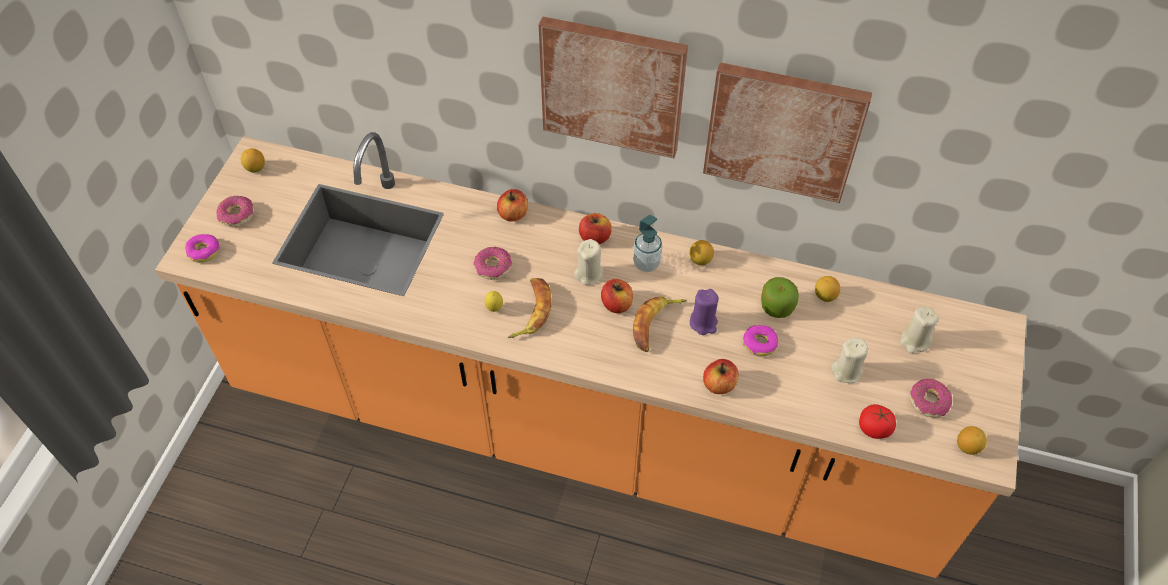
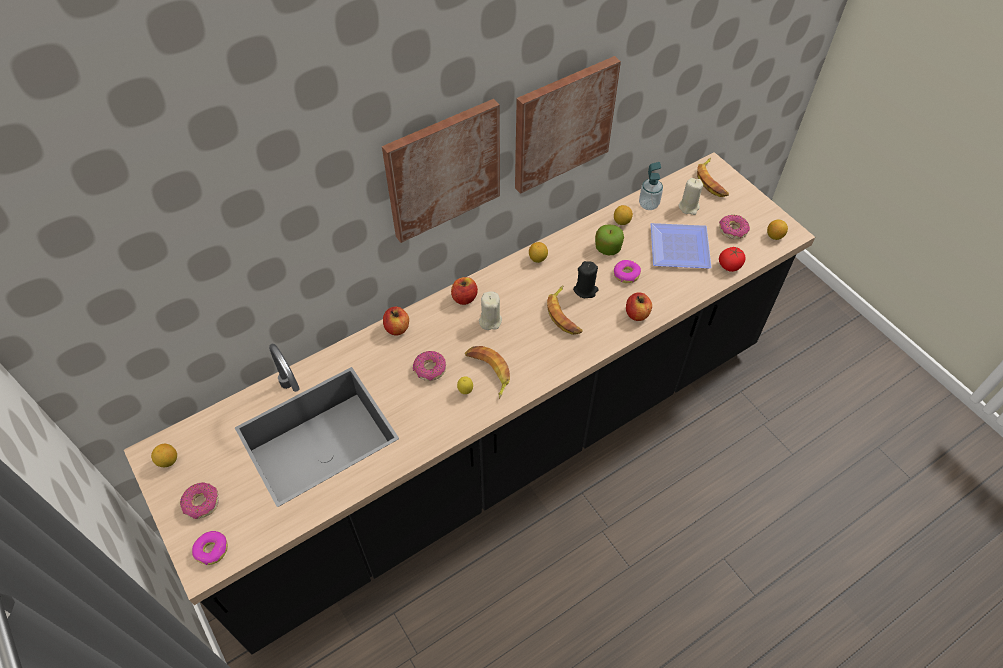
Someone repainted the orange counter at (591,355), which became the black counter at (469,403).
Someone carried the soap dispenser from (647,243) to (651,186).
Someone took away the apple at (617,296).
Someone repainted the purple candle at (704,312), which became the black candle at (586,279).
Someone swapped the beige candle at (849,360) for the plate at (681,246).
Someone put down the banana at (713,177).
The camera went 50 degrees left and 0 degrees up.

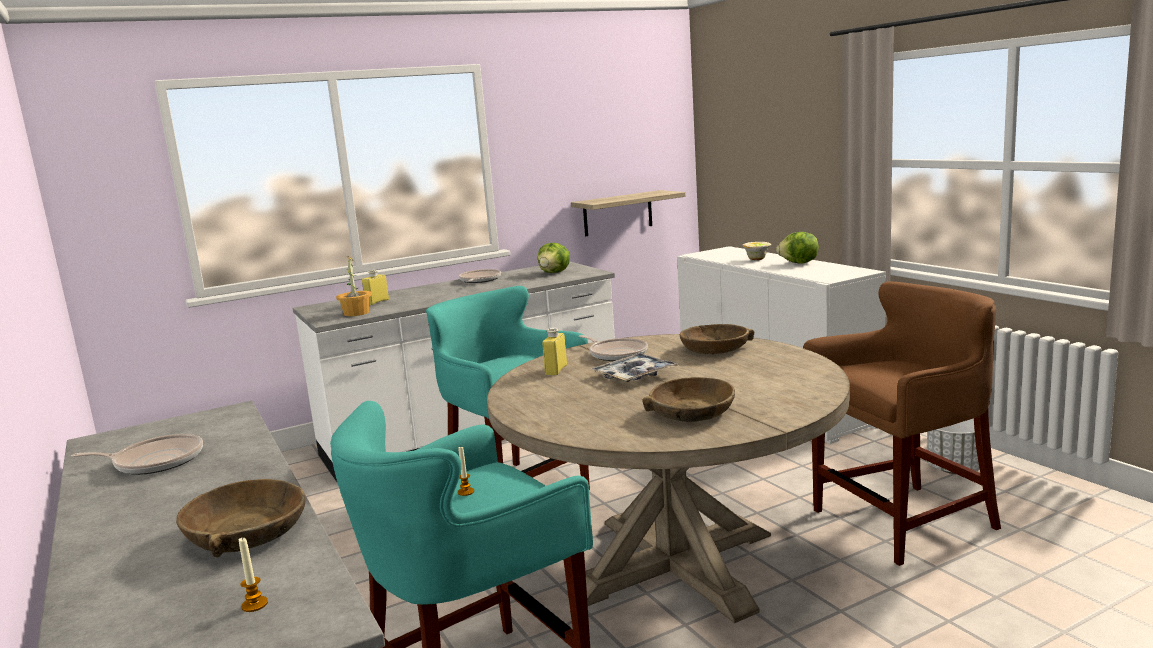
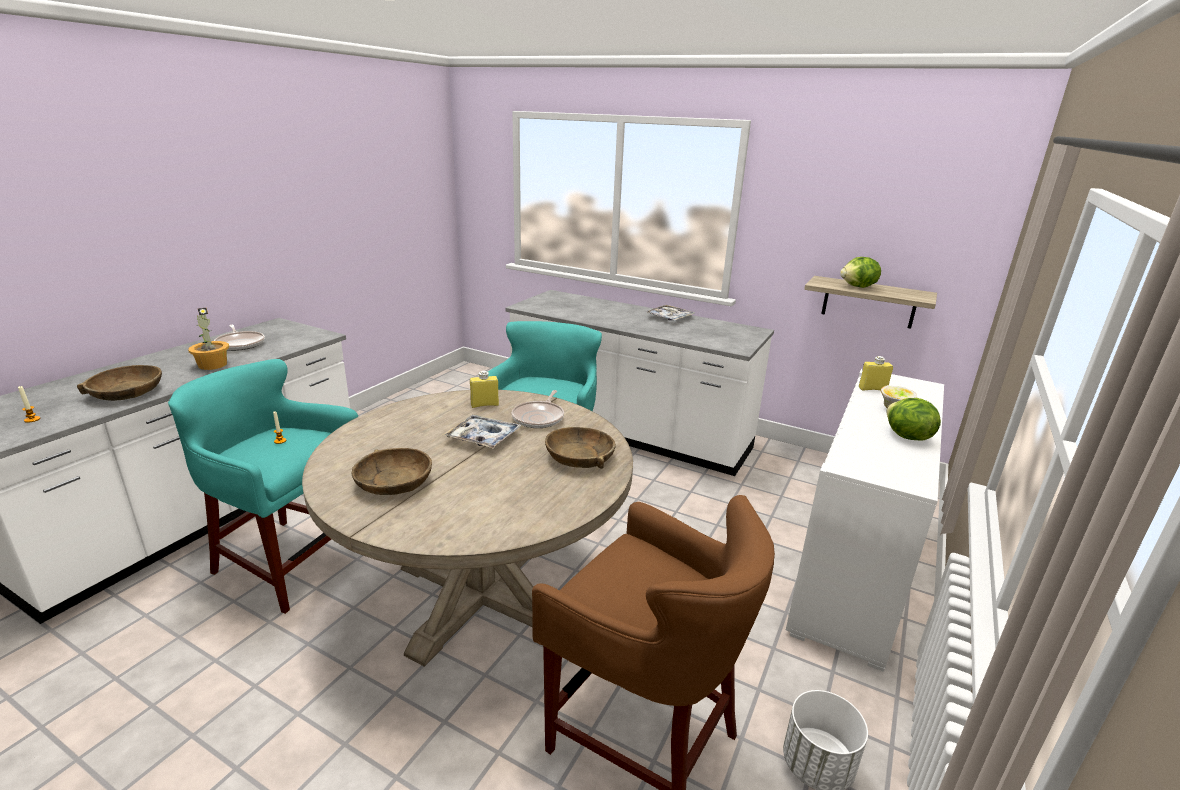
Someone carried the lettuce from (554,258) to (860,272).
Someone carried the potted plant from (354,286) to (208,339).
Someone swapped the frying pan at (480,276) for the tray at (670,312).
Someone carried the yellow bottle from (375,287) to (876,373).
The camera went 55 degrees right and 10 degrees up.

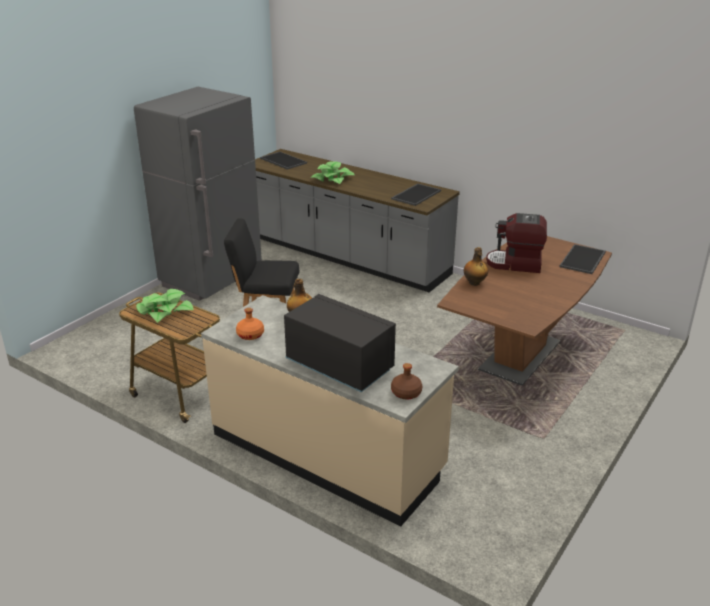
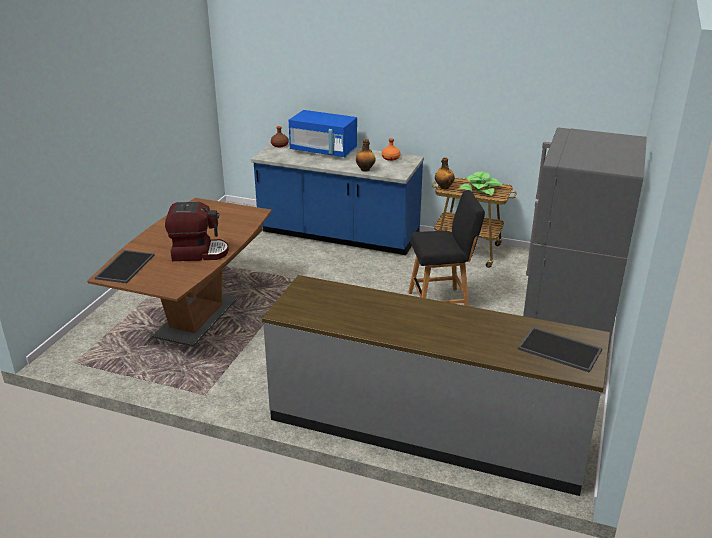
Someone took away the potted plant at (333,172).
Someone took away the tray at (416,195).
Someone carried the bottle from (476,266) to (445,173).
Someone repainted the black microwave at (340,343), which became the blue microwave at (323,133).
Someone repainted the beige counter at (330,411), which became the blue counter at (337,198).
The camera went 165 degrees right and 0 degrees up.

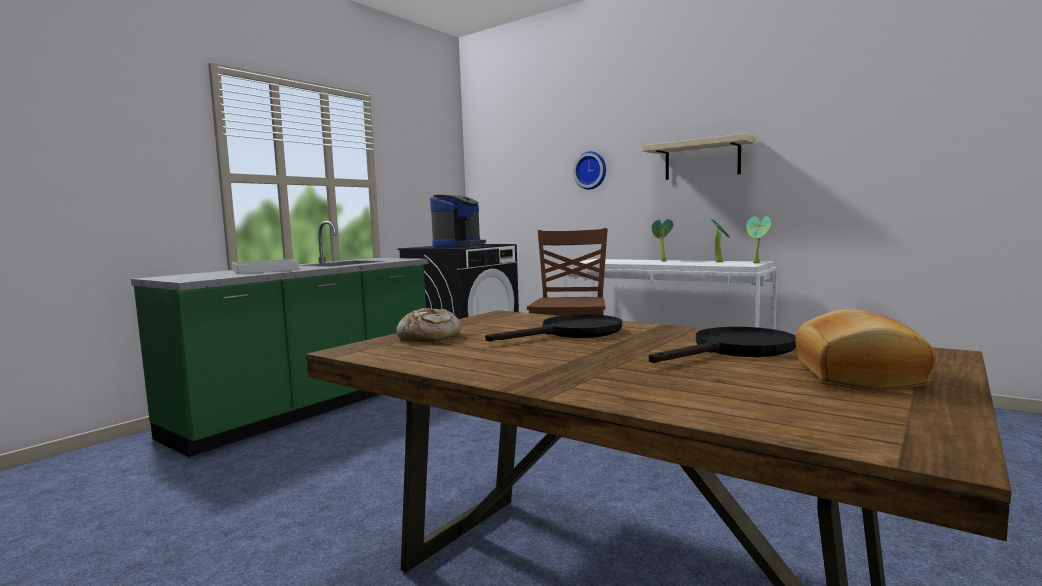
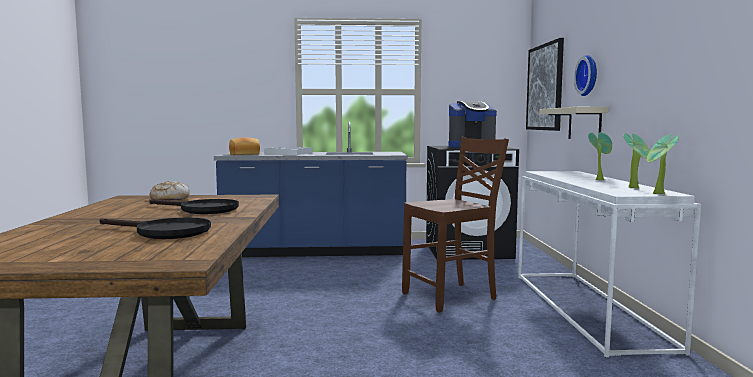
Someone carried the beige shelf from (698,157) to (573,123).
Someone repainted the green counter at (279,339), which became the blue counter at (311,189).
Someone carried the bread from (865,349) to (244,146).
Someone put up the picture at (545,84).
The camera went 50 degrees right and 0 degrees up.

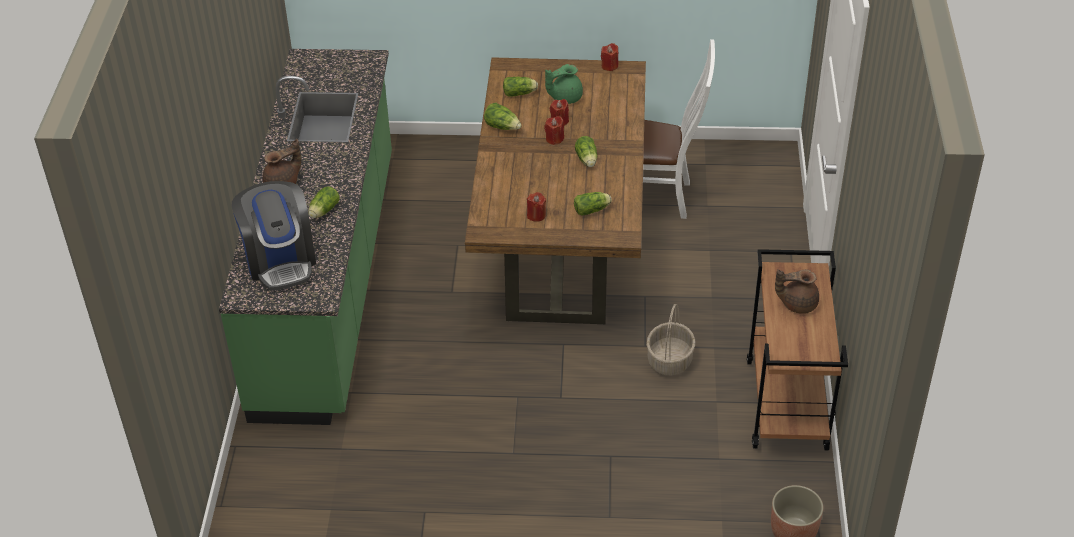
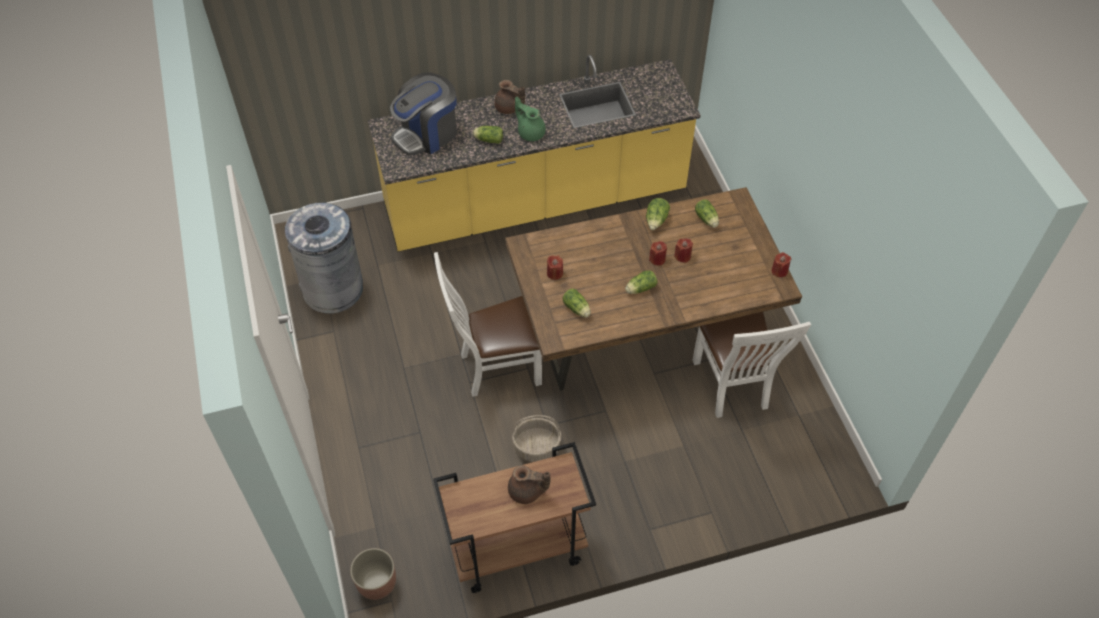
Someone repainted the green counter at (305,237), which became the yellow counter at (534,153).
Someone carried the green teapot from (564,84) to (530,119).
Someone rotated the brown teapot at (797,291) by 120 degrees clockwise.
Someone put down the grey trash can at (324,258).
Someone put down the white chair at (488,324).
The camera went 70 degrees right and 10 degrees up.

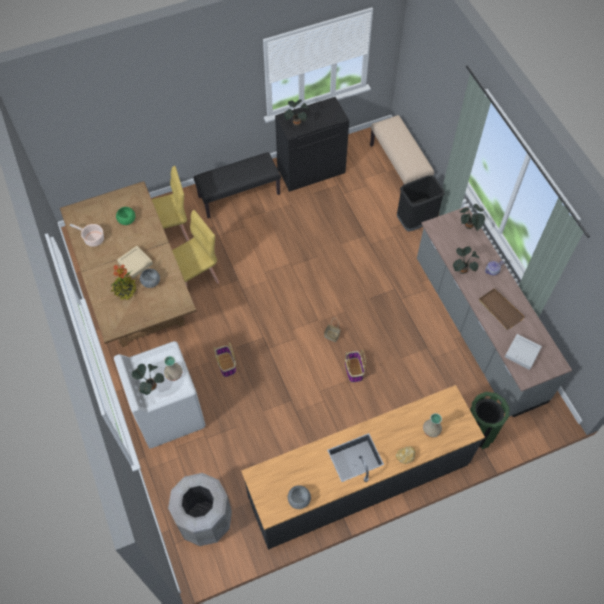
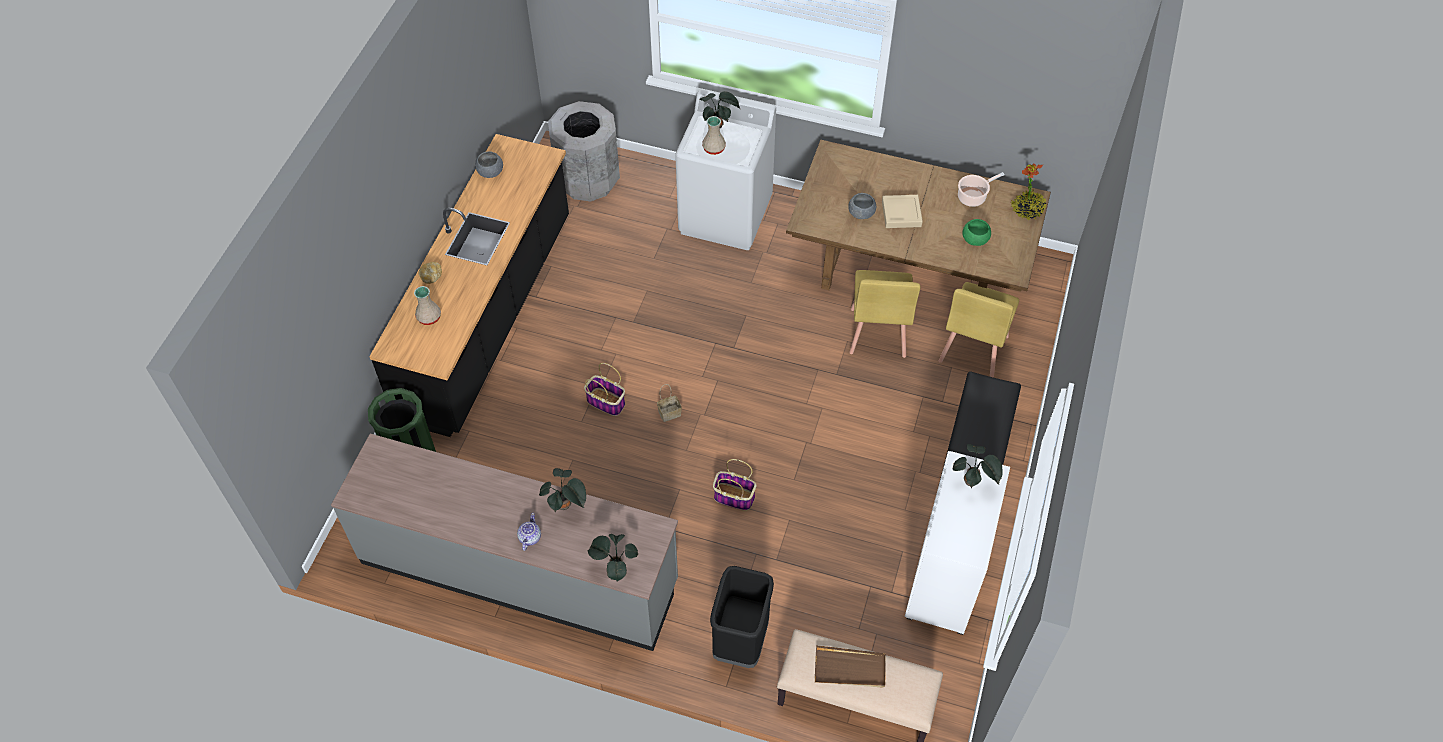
Someone repainted the black cabinet at (312,144), which became the white cabinet at (957,543).
Someone carried the potted plant from (124,282) to (1029,191).
Someone carried the brown tray from (502,309) to (850,666).
Someone took away the grey tray at (523,352).
Someone carried the basket from (225,359) to (735,485).
The camera went 130 degrees right and 5 degrees down.

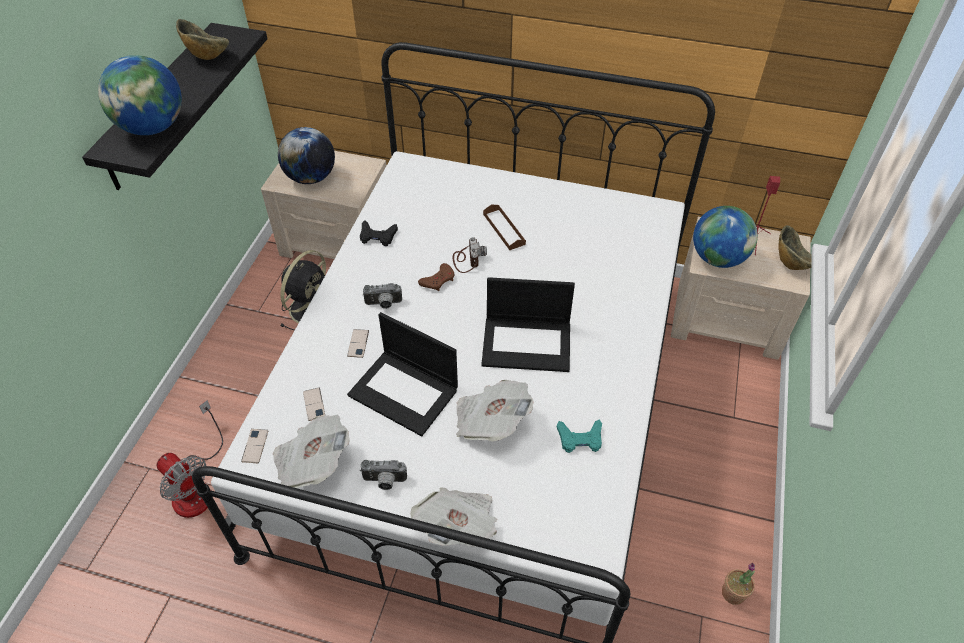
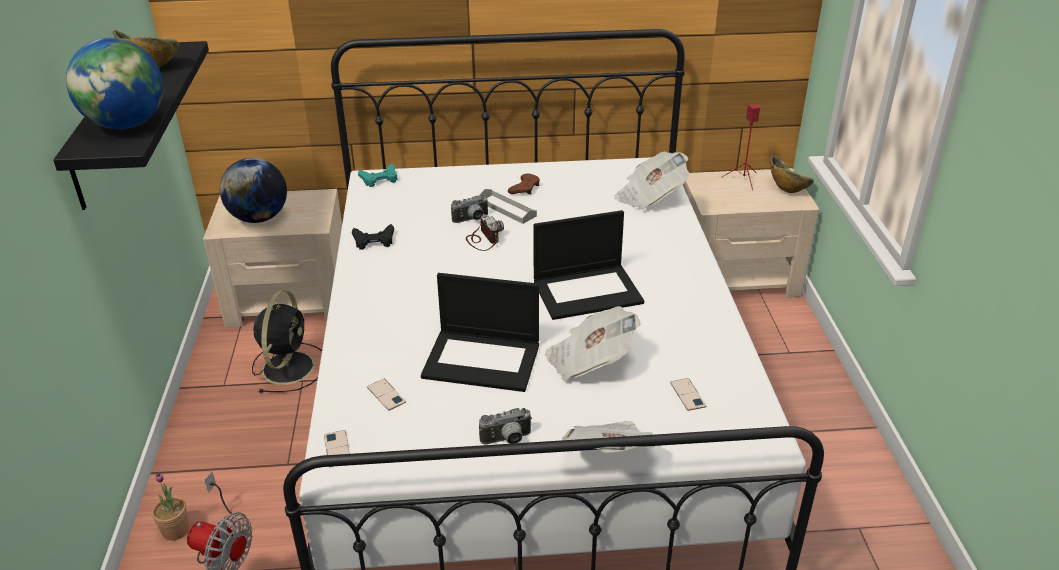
Someone repainted the brown tray at (504,227), which became the grey tray at (508,206).
Someone took away the globe at (725,237).
Someone carried the brown game controller from (436,277) to (524,184).
Someone carried the photo camera from (382,296) to (470,209).
Someone carried the phone from (358,343) to (688,394).
Someone carried the newspaper from (311,451) to (651,181).
Someone carried the turquoise game controller from (579,436) to (378,175).
Someone carried the potted plant from (738,584) to (170,506).
The camera went 20 degrees left and 15 degrees down.

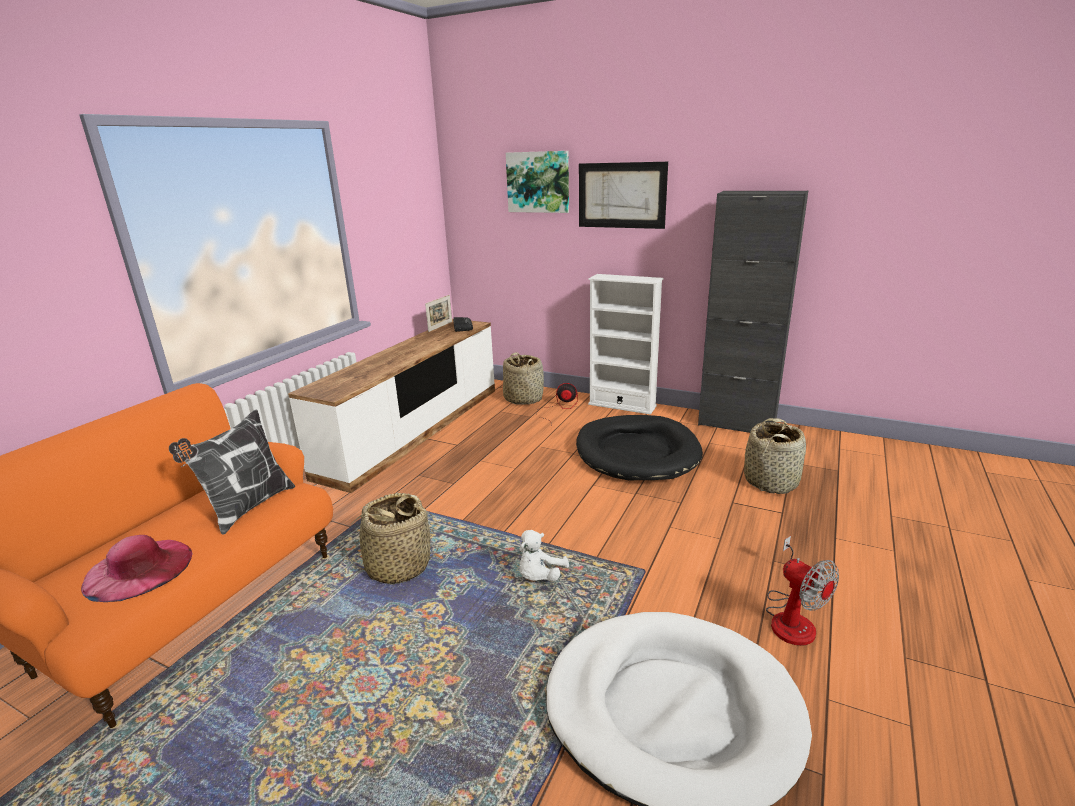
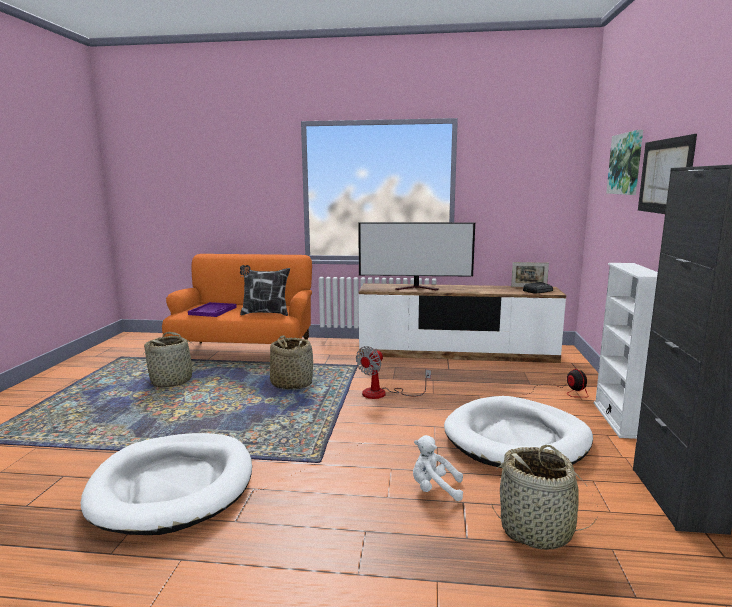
Someone carried the basket from (523,378) to (172,360).
Someone repainted the black dog bed at (639,447), which became the white dog bed at (518,432).
Someone carried the white plush toy from (544,555) to (438,468).
Someone swapped the pink hat at (137,568) for the purple tray at (212,309).
Someone carried the fan from (802,591) to (393,372).
Someone put down the television at (416,256).
The camera went 70 degrees right and 10 degrees down.

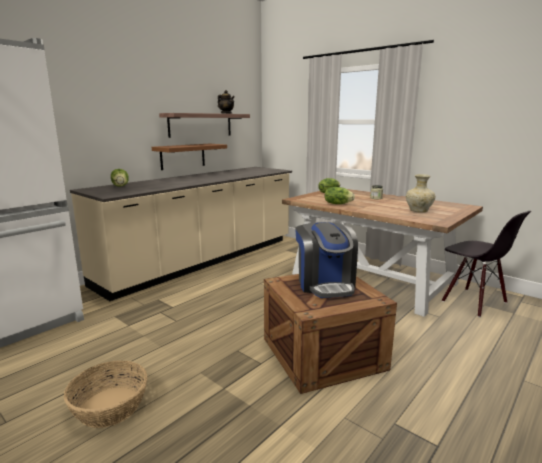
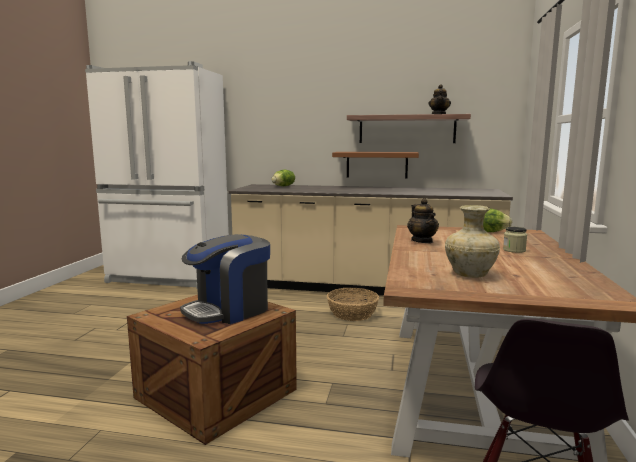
Someone swapped the lettuce at (340,195) for the teapot at (423,220).
Someone carried the basket from (105,394) to (353,304).
The camera went 60 degrees right and 5 degrees down.

